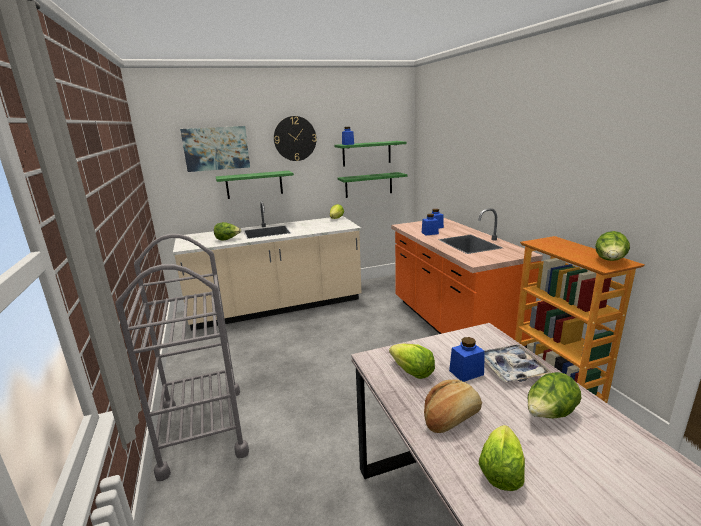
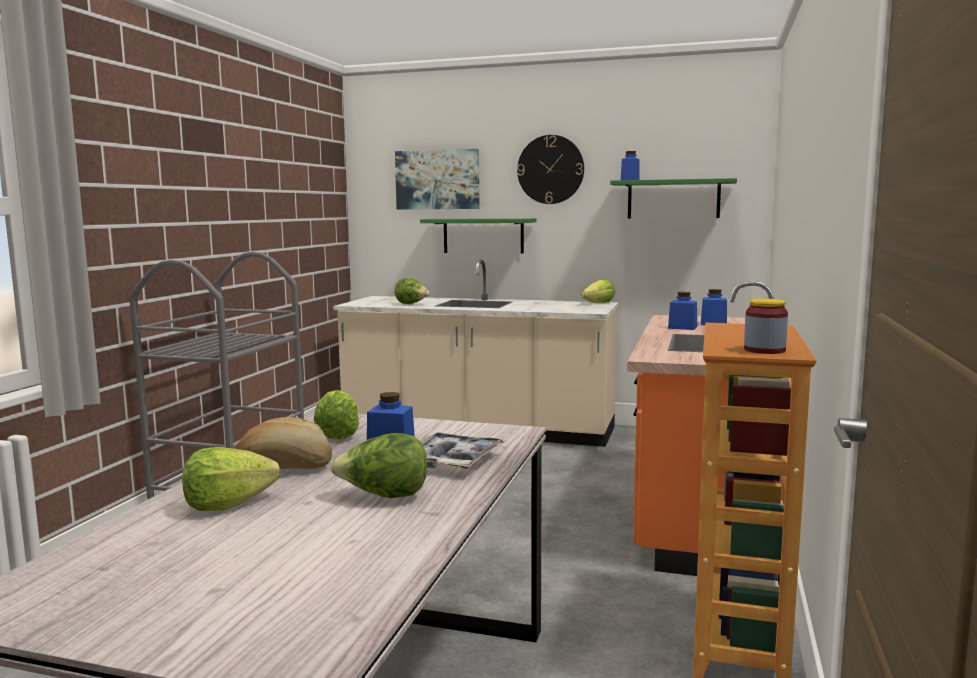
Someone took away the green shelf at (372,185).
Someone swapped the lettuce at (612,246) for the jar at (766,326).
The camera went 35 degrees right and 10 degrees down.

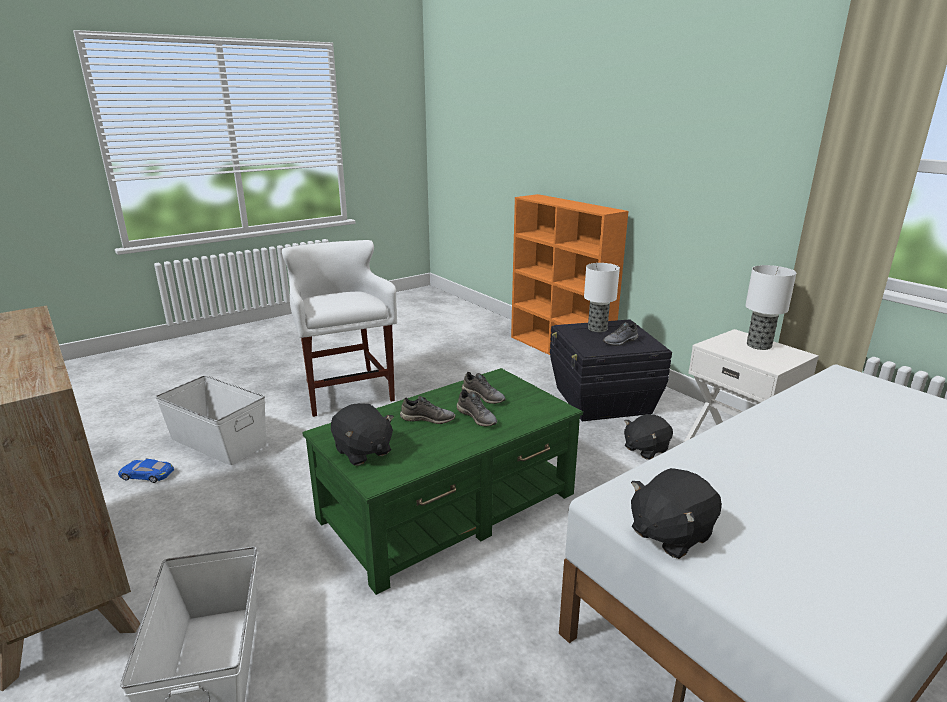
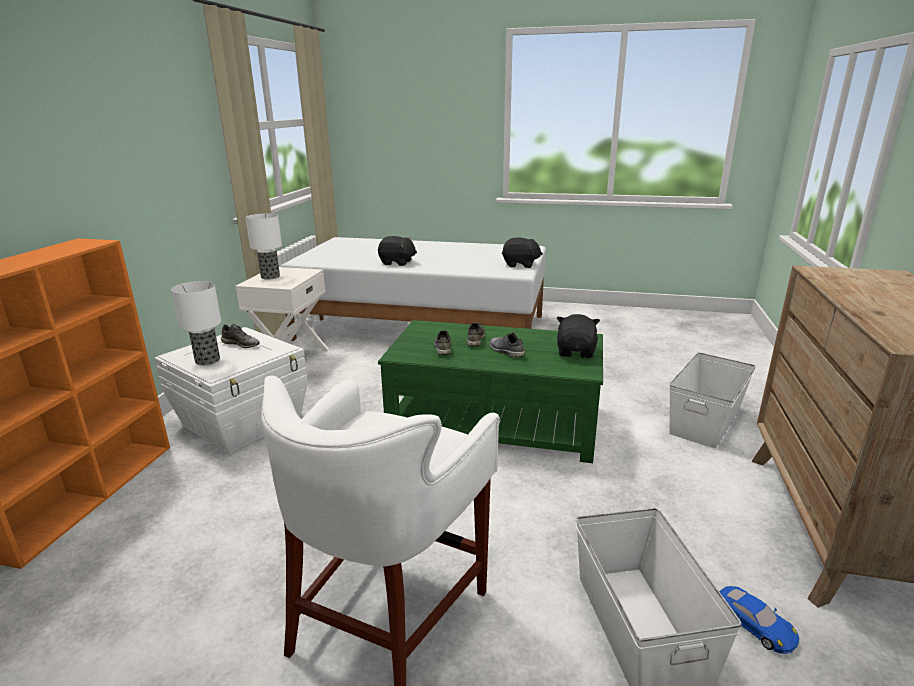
Someone repainted the black storage box at (611,370), which became the white storage box at (231,390).
Someone carried the black plush toy from (648,437) to (397,251).
The camera went 130 degrees left and 0 degrees up.

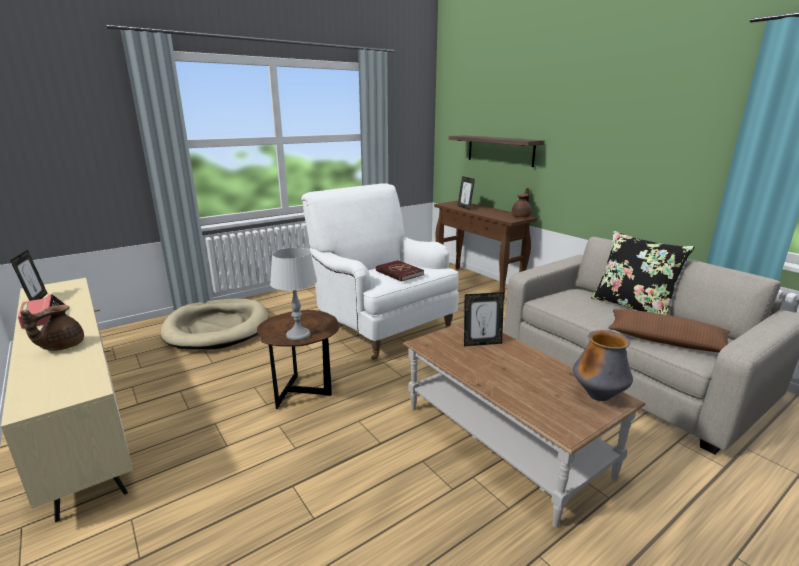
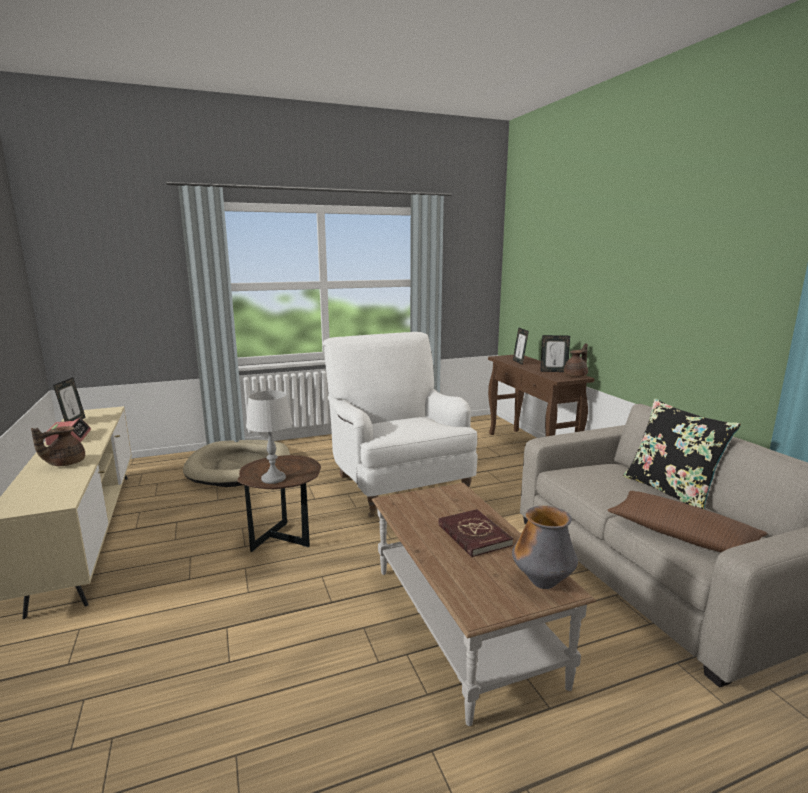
Someone took away the shelf at (497,151).
Someone carried the red book from (400,271) to (475,533).
Someone carried the picture frame from (484,319) to (555,353).
The camera went 15 degrees right and 5 degrees down.

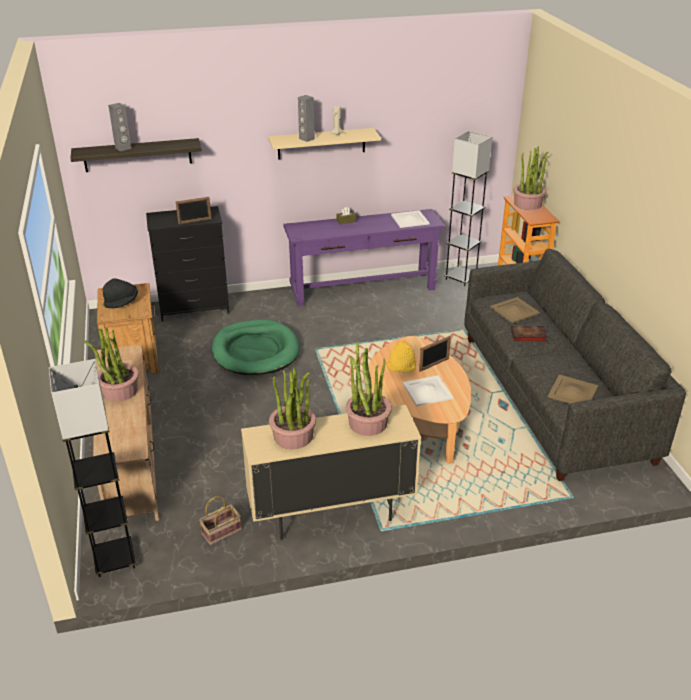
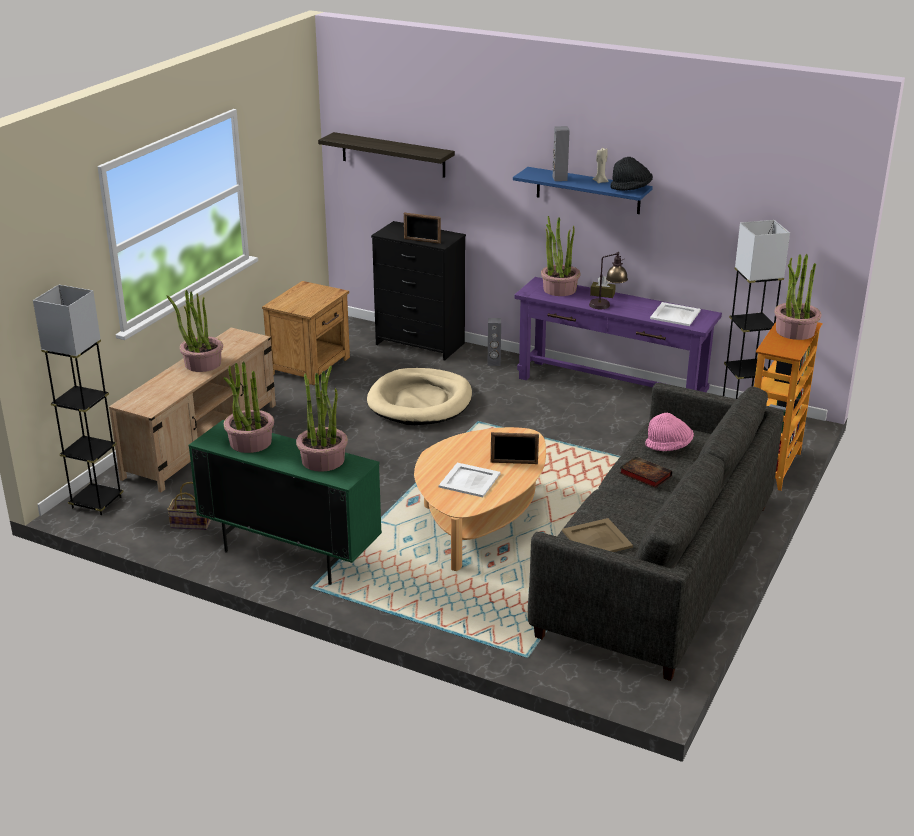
Someone carried the grey speaker from (119,127) to (494,342).
Someone repainted the beige shelf at (324,144), which became the blue shelf at (583,190).
Someone carried the black hat from (120,293) to (632,174).
Someone swapped the beige tray at (515,310) for the pink hat at (669,432).
Someone repainted the green dog bed at (256,347), which became the beige dog bed at (419,396).
Someone took away the yellow hat at (401,357).
Someone repainted the beige cabinet at (331,472), which became the green cabinet at (285,502).
Someone put down the potted plant at (561,256).
Someone put down the table lamp at (608,280).
The camera went 40 degrees right and 5 degrees down.

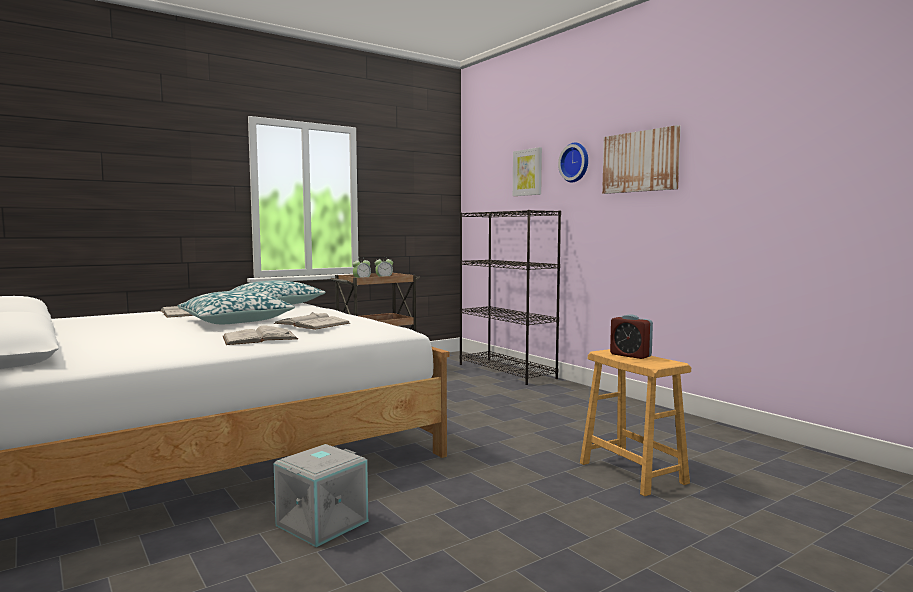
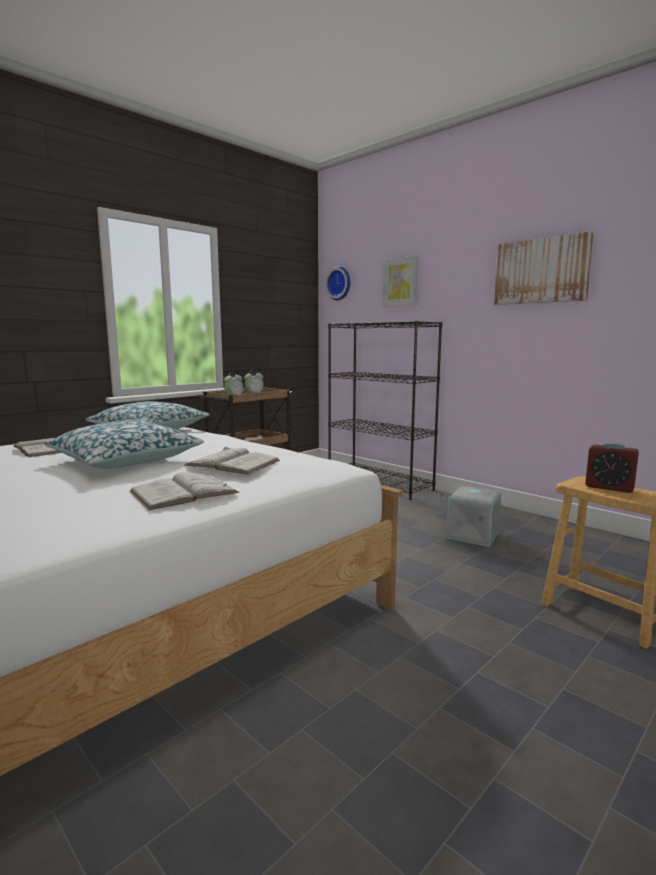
Someone carried the wall clock from (573,162) to (337,283).
Someone carried the grey storage box from (321,495) to (474,516).
The camera went 10 degrees left and 5 degrees up.

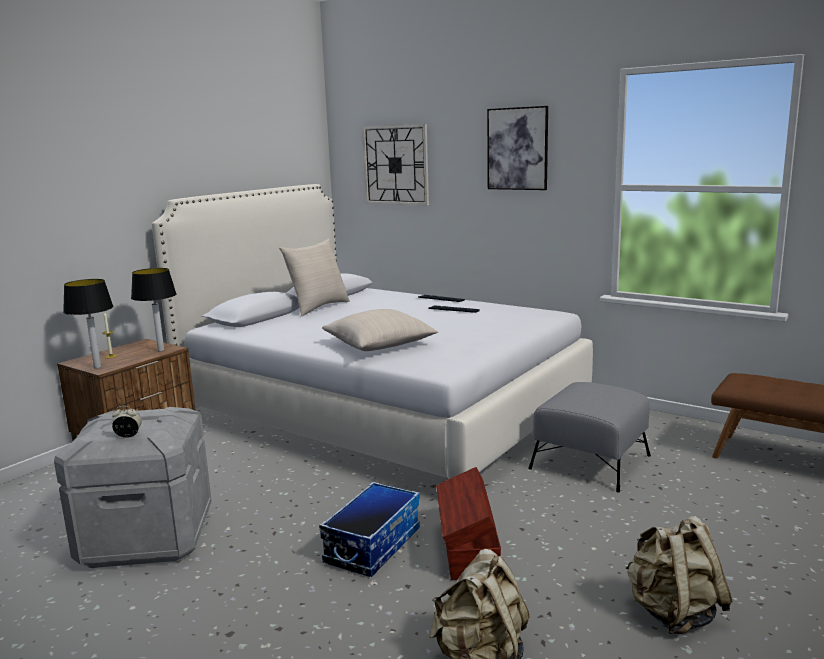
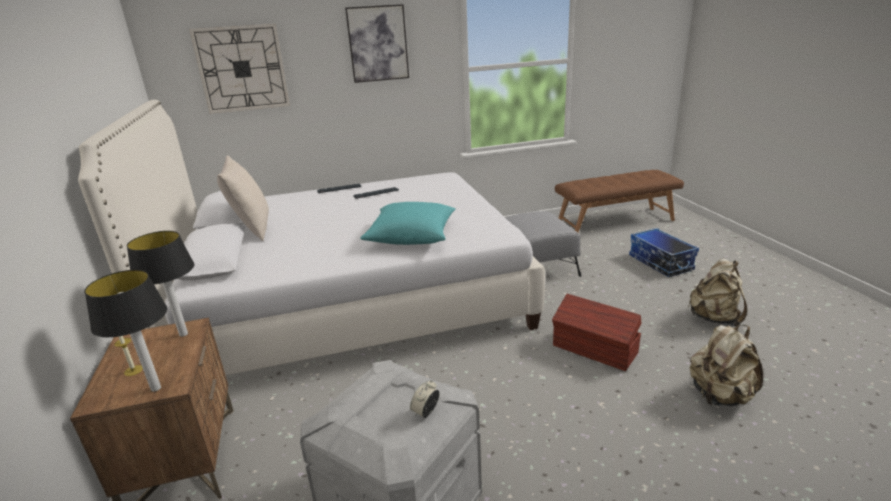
Someone repainted the beige pillow at (380,330), which became the turquoise pillow at (408,223).
Someone carried the storage box from (369,529) to (664,252).
The camera went 50 degrees left and 10 degrees up.

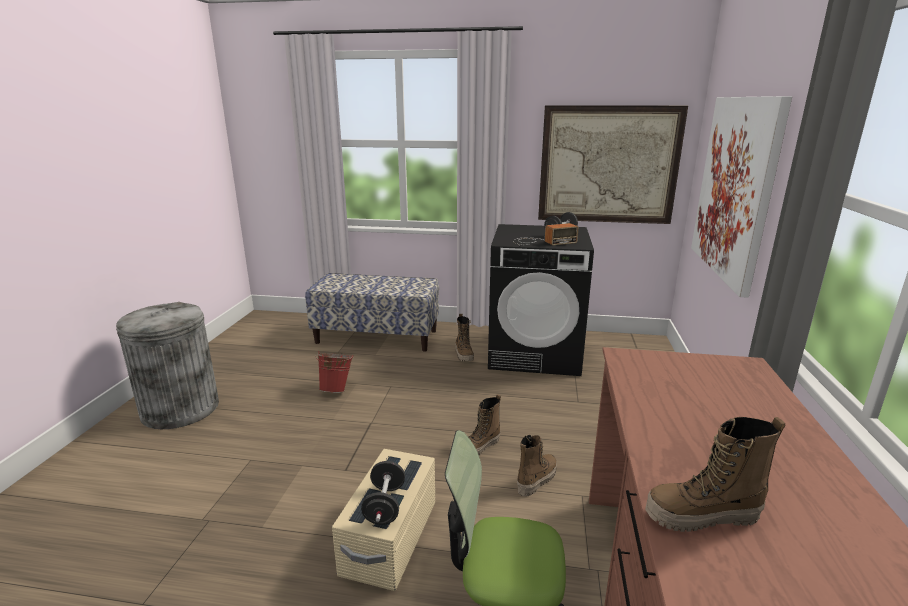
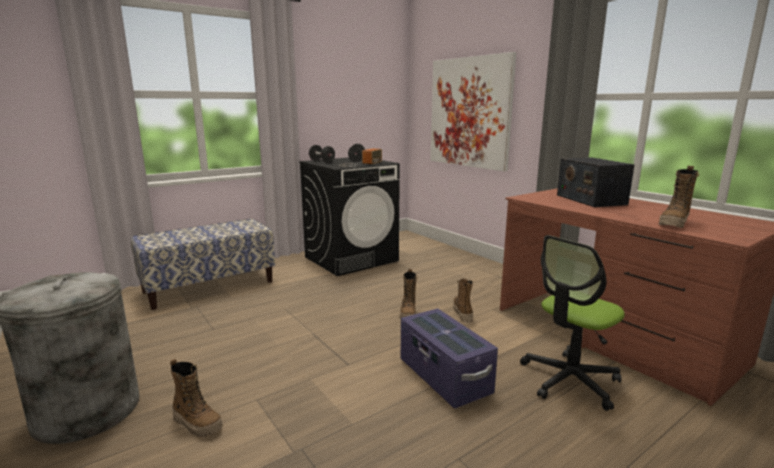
Someone took away the picture at (613,164).
Someone carried the boot from (464,337) to (196,398).
Someone took away the red bucket at (334,372).
Someone repainted the beige storage box at (383,520), which became the purple storage box at (449,359).
Someone carried the black dumbbell from (383,493) to (322,154).
Someone put down the radio at (596,182).
The camera went 45 degrees left and 5 degrees down.

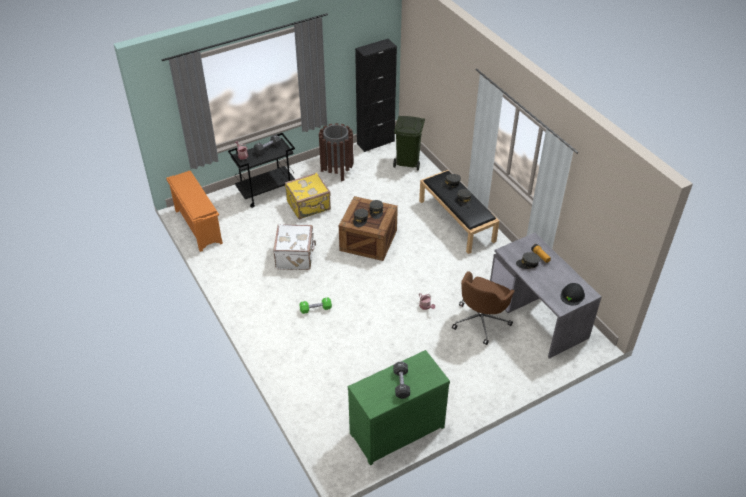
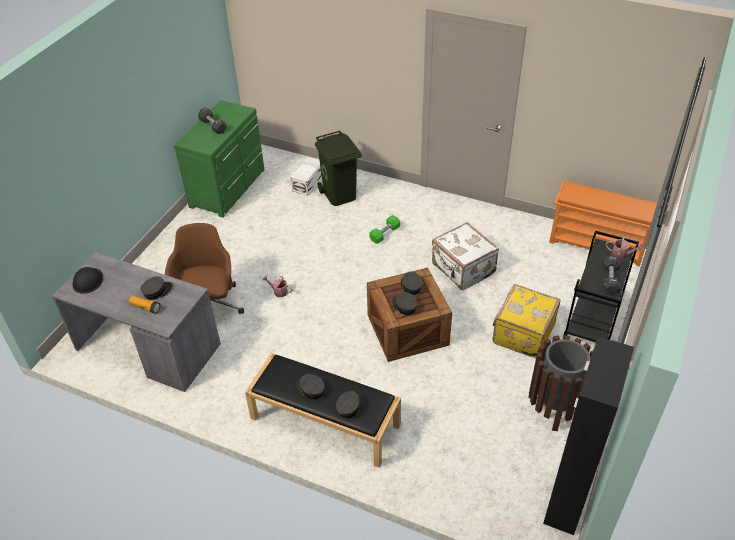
Someone carried the green trash can from (409,143) to (338,168).
Someone put down the white storage box at (306,176).
The camera went 145 degrees right and 0 degrees up.

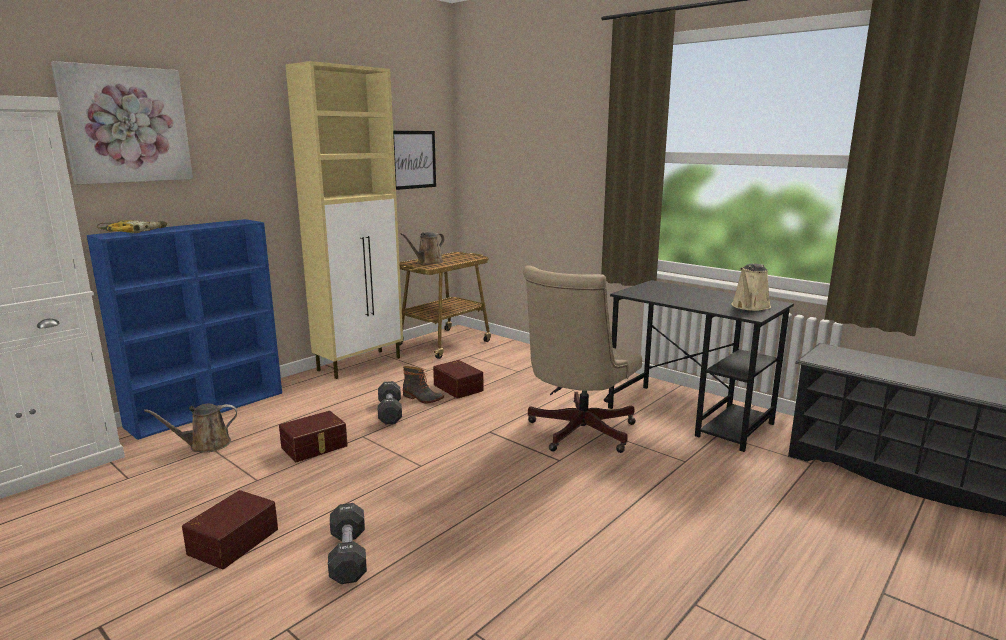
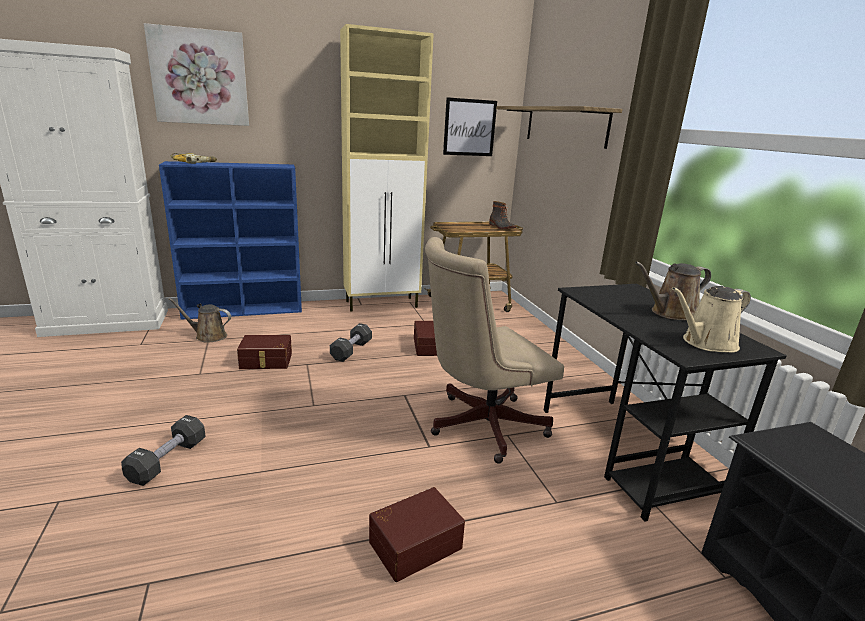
Someone carried the brown watering can from (422,248) to (673,291).
Someone carried the boot from (423,385) to (502,215).
Someone carried the brown storage box from (230,529) to (417,534).
Someone put up the shelf at (559,127).
The camera went 30 degrees right and 5 degrees up.

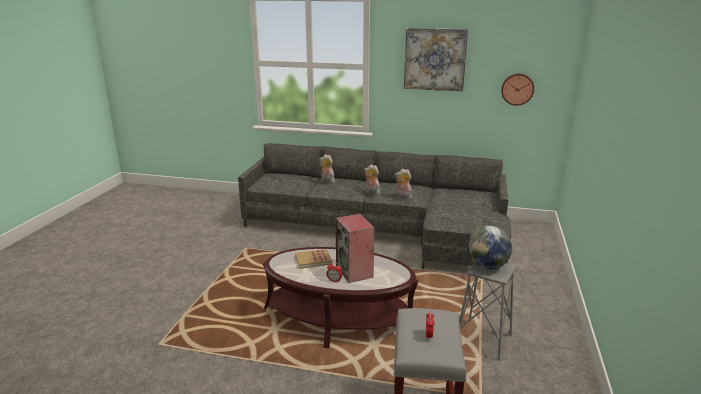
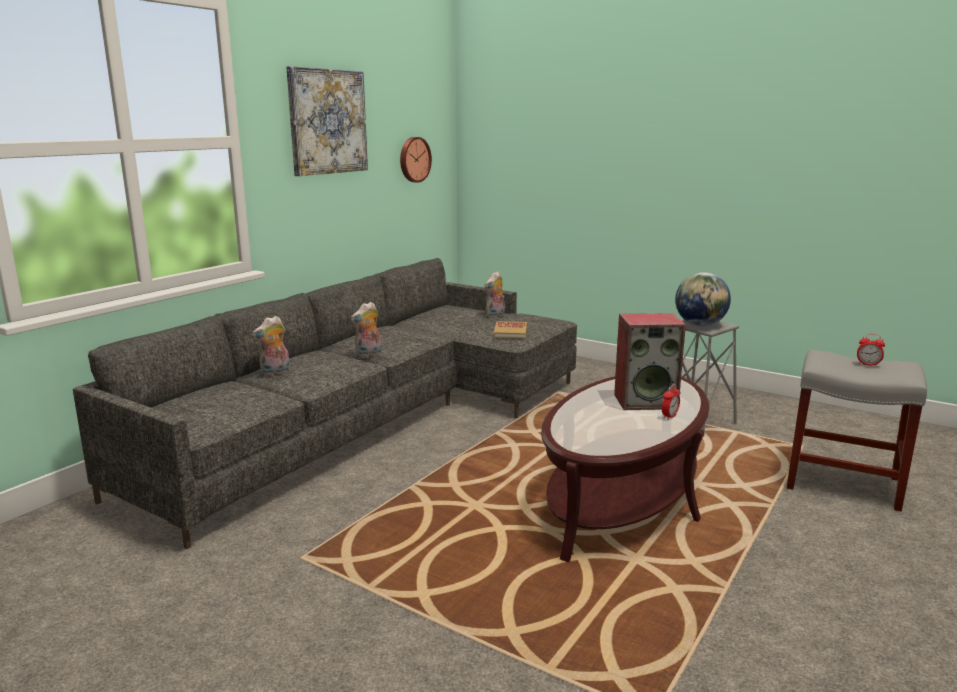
Someone carried the plush toy from (403,184) to (495,295).
Someone carried the book from (313,259) to (510,330).
The camera went 70 degrees left and 5 degrees down.

